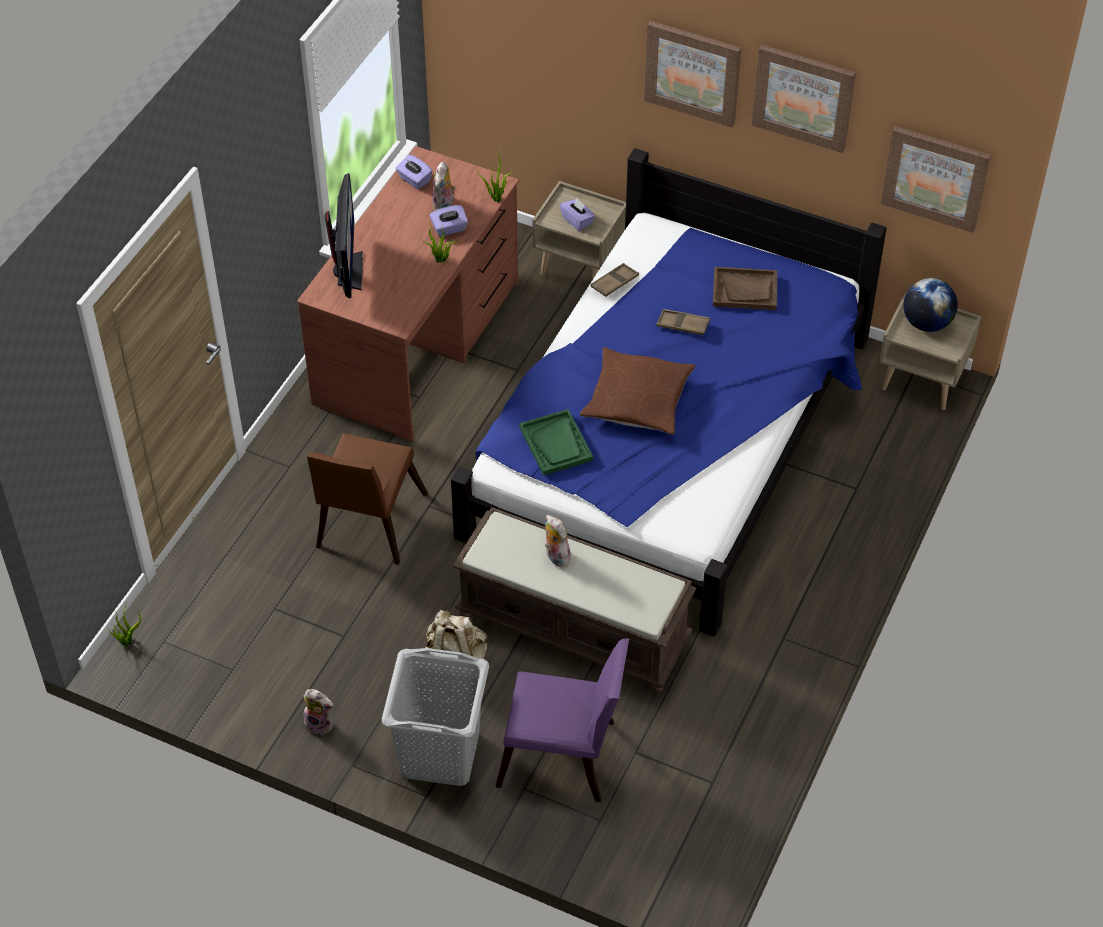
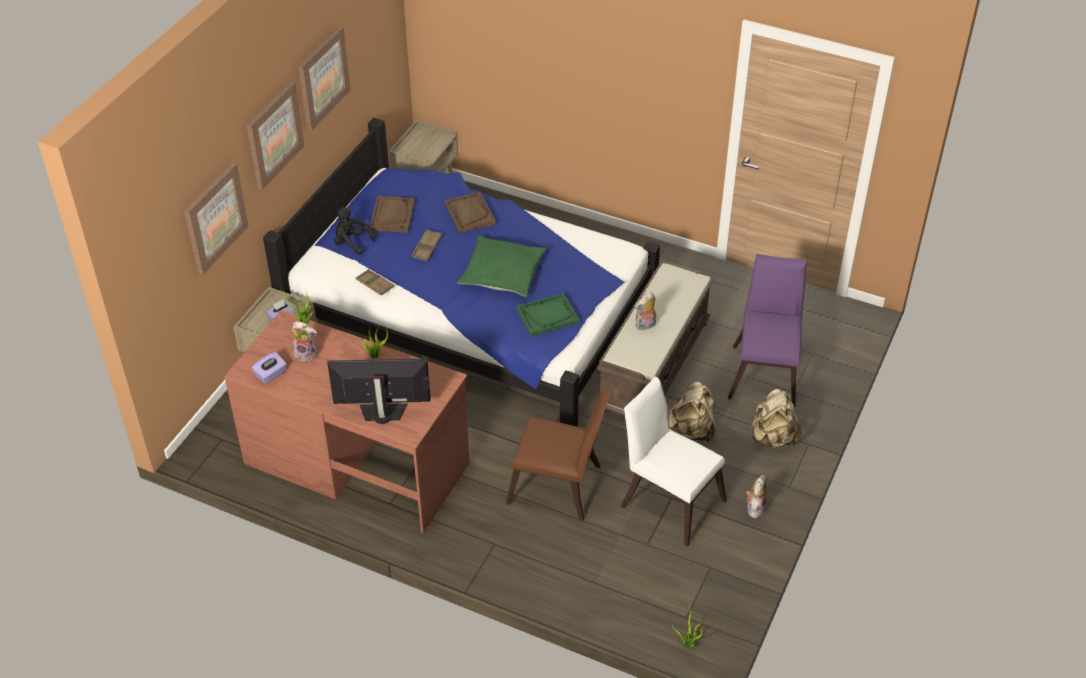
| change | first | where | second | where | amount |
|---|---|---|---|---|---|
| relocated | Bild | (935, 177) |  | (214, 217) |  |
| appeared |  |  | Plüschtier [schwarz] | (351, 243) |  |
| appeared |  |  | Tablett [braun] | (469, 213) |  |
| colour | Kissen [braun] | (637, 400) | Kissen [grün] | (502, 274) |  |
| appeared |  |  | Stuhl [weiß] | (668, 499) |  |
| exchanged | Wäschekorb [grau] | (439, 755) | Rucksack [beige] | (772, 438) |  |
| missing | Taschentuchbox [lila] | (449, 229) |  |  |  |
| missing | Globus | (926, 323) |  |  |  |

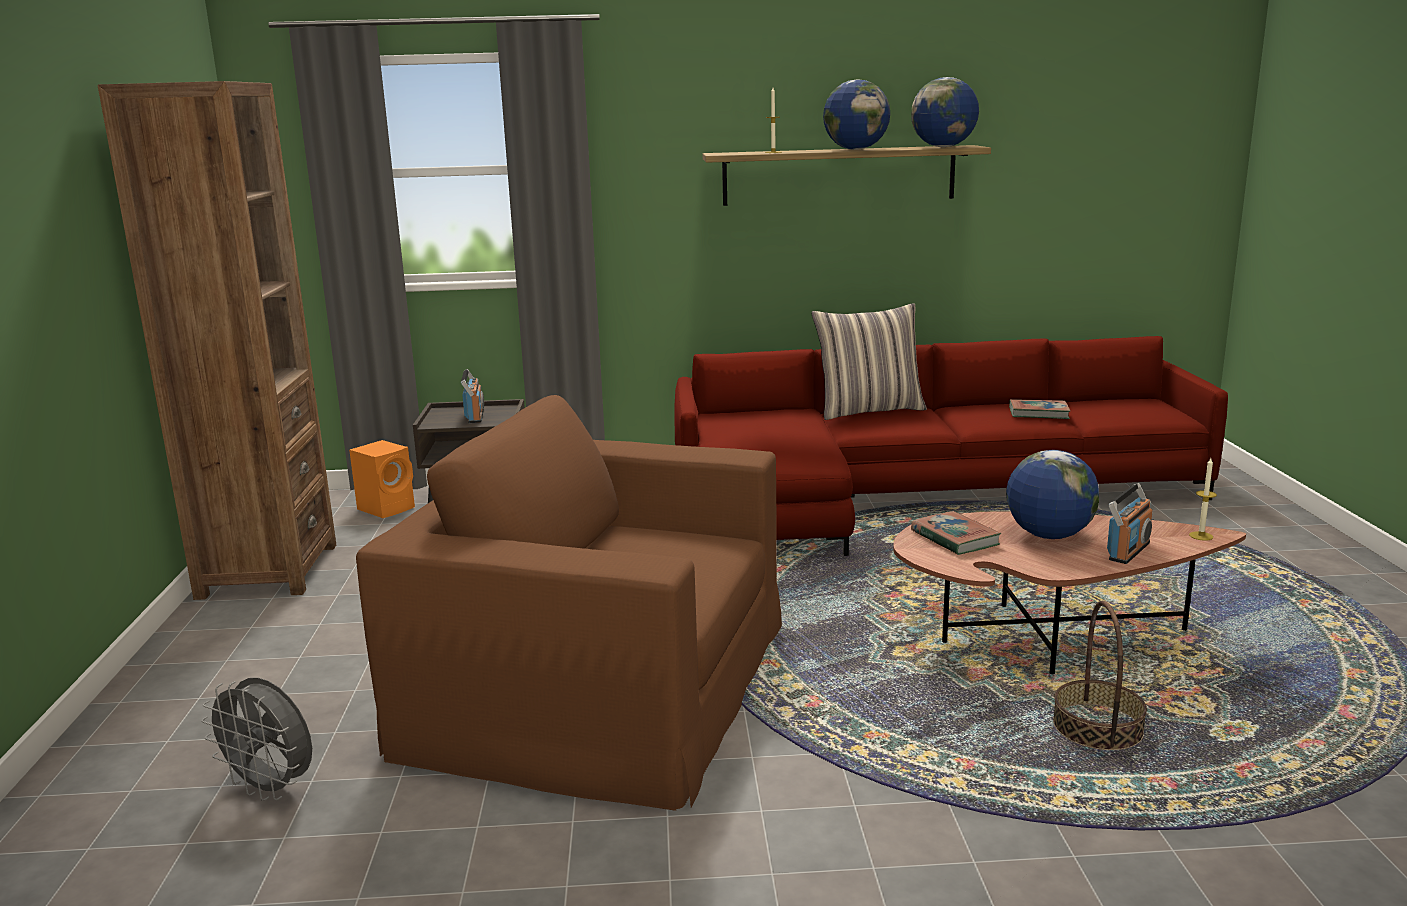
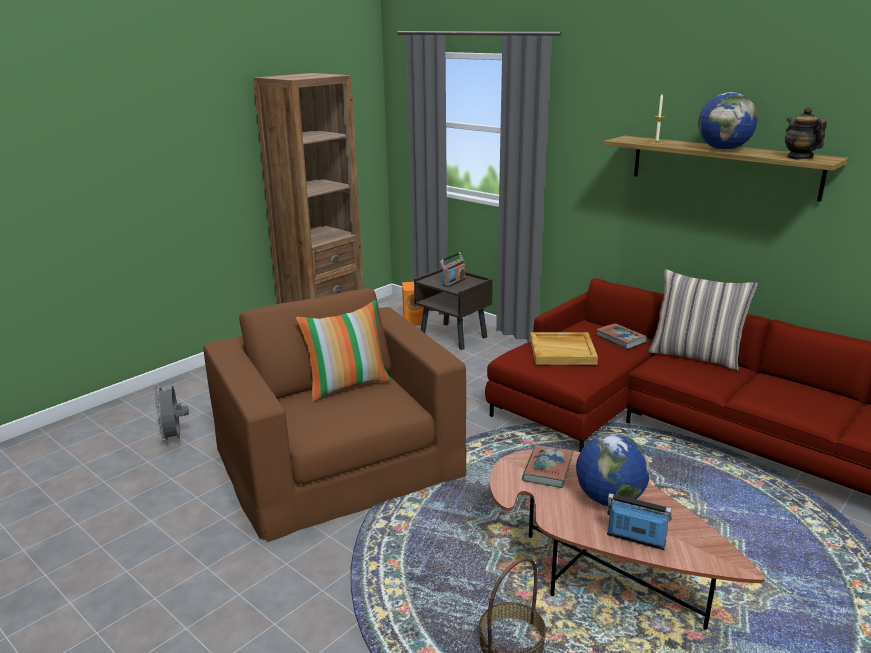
| change | first | where | second | where | amount |
|---|---|---|---|---|---|
| appeared |  |  | Kissen | (347, 385) |  |
| appeared |  |  | Tablett [beige] | (562, 351) |  |
| relocated | Buch | (1038, 413) |  | (621, 339) |  |
| spun | Radio | (1128, 551) |  | (636, 539) | 150 degrees counterclockwise |
| exchanged | Globus | (943, 147) | Teekanne | (799, 157) |  |
| missing | Kerze | (1201, 536) |  |  |  |

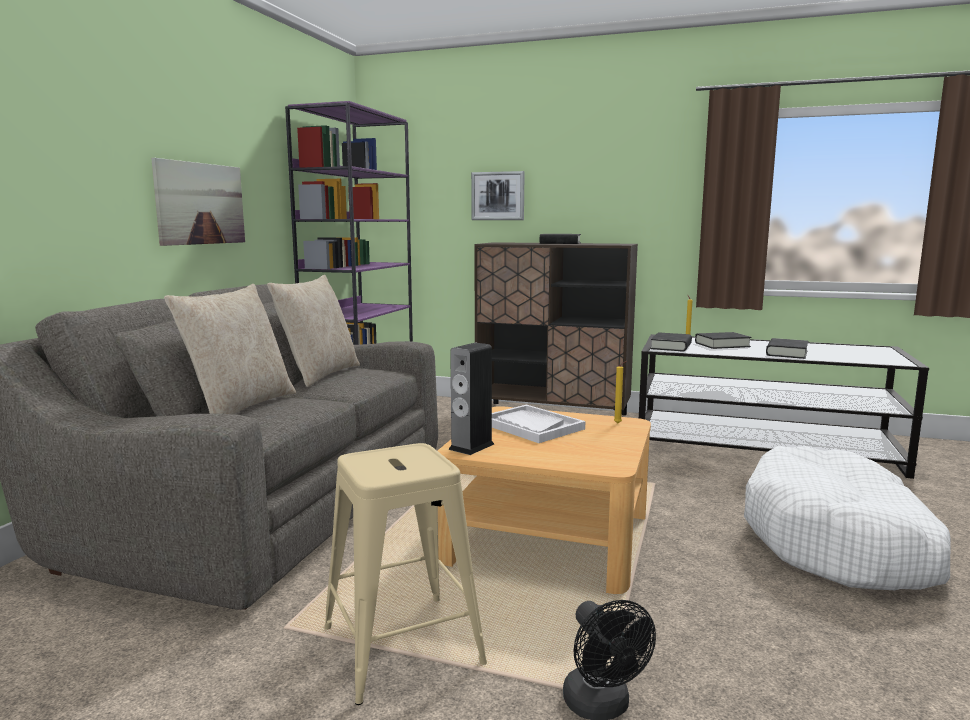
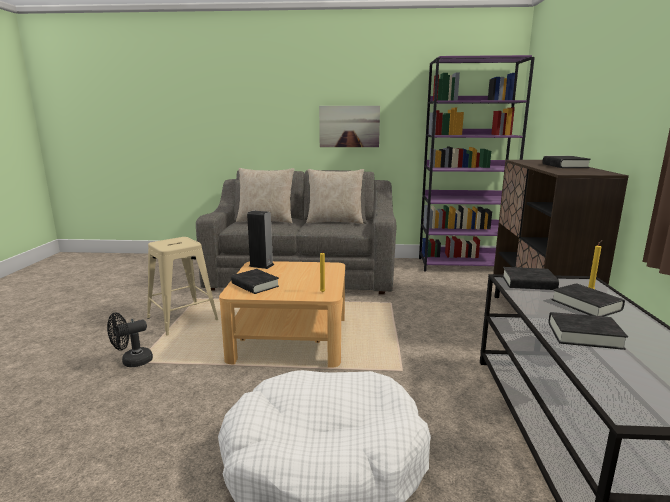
| change | first | where | second | where | amount |
|---|---|---|---|---|---|
| appeared |  |  | Buch [schwarz] | (255, 285) |  |
| missing | Bild | (498, 196) |  |  |  |
| missing | Tablett [weiß] | (531, 426) |  |  |  |

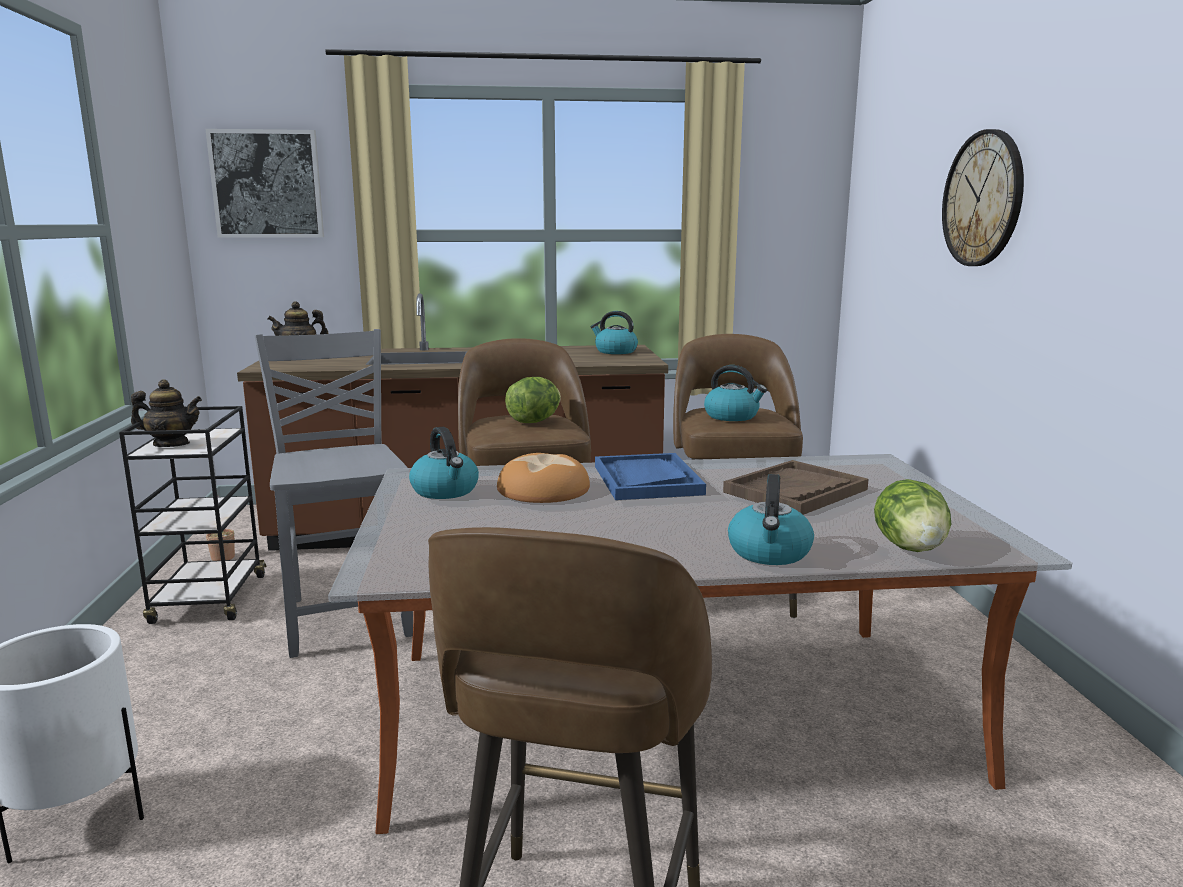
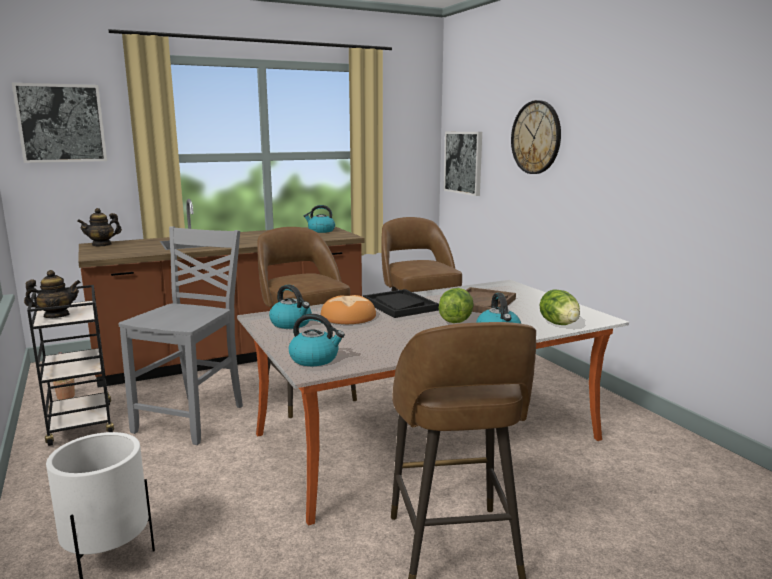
| change | first | where | second | where | amount |
|---|---|---|---|---|---|
| spun | Stuhl [grau] | (348, 616) |  | (193, 418) | 60 degrees clockwise |
| relocated | Wasserkessel | (732, 416) |  | (315, 359) |  |
| colour | Tablett [blau] | (646, 480) | Tablett [schwarz] | (399, 305) |  |
| relocated | Salatkopf | (534, 421) |  | (455, 320) |  |
| appeared |  |  | Bild | (463, 162) |  |

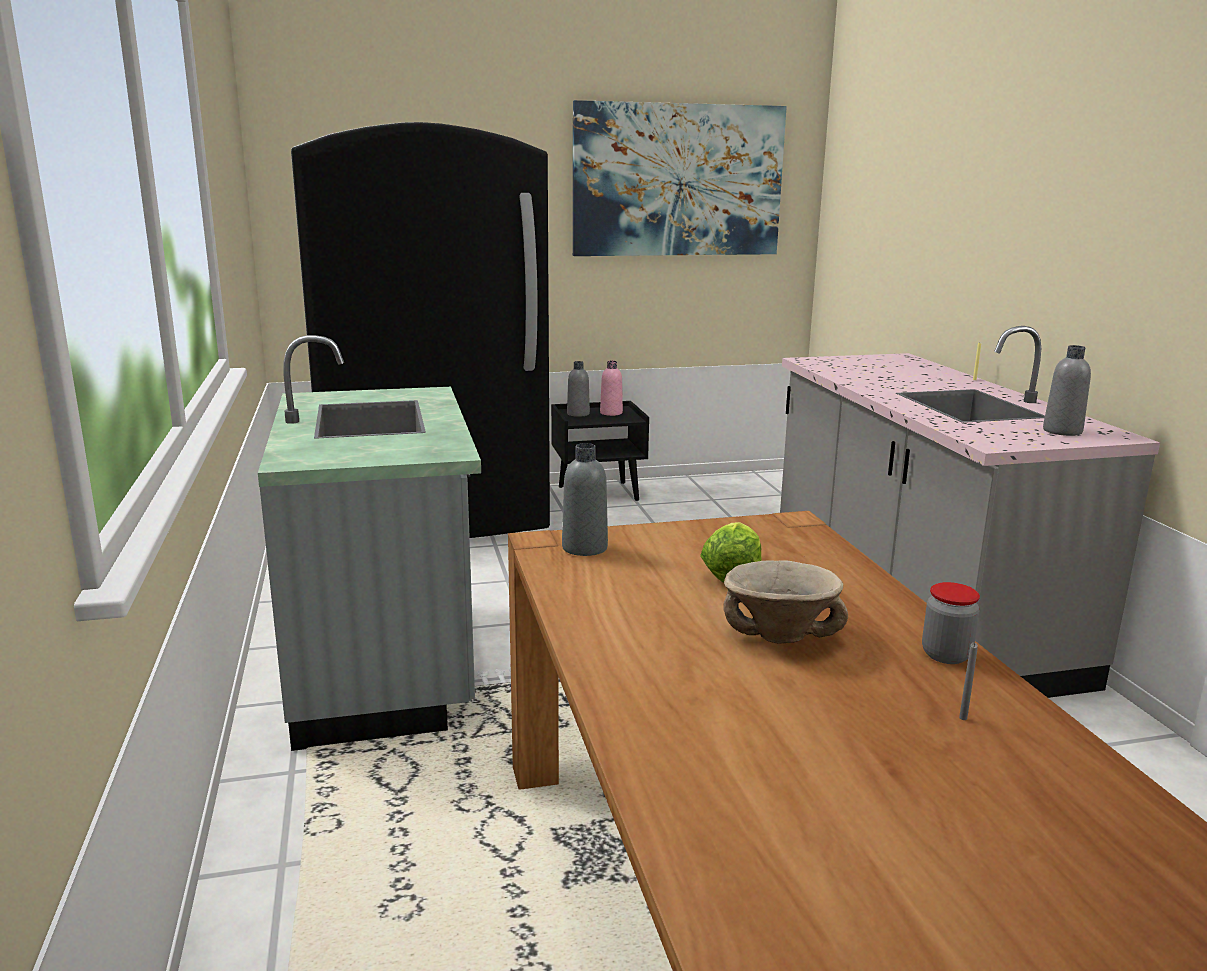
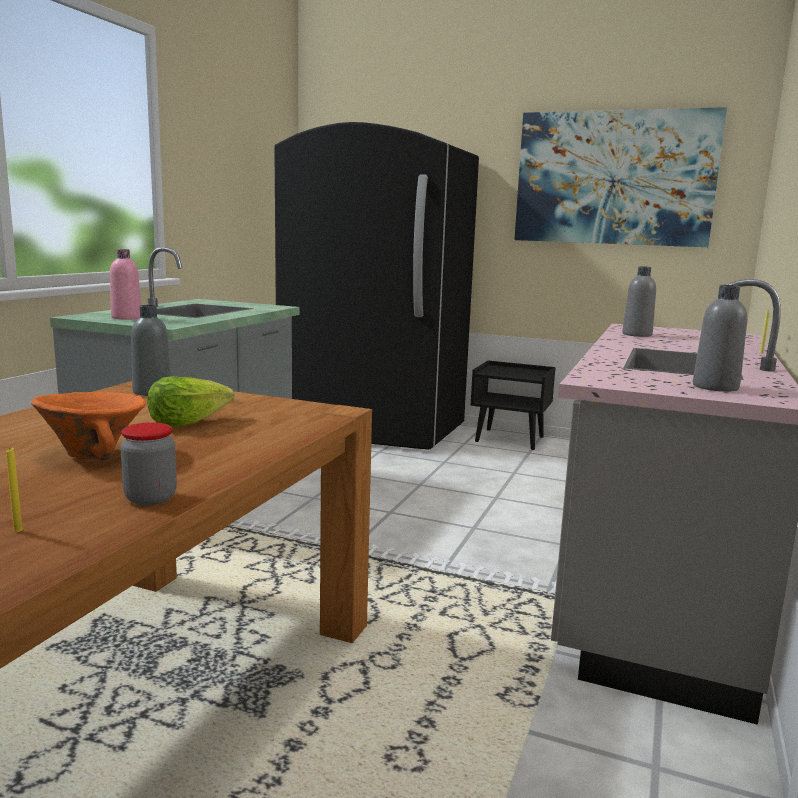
| change | first | where | second | where | amount |
|---|---|---|---|---|---|
| colour | Kerze [grau] | (963, 718) | Kerze [gelb] | (18, 530) |  |
| colour | Schüssel [beige] | (779, 634) | Schüssel [orange] | (95, 454) |  |
| relocated | Flasche [rosa] | (611, 413) |  | (126, 318) |  |
| relocated | Flasche [grau] | (578, 414) |  | (637, 334) |  |

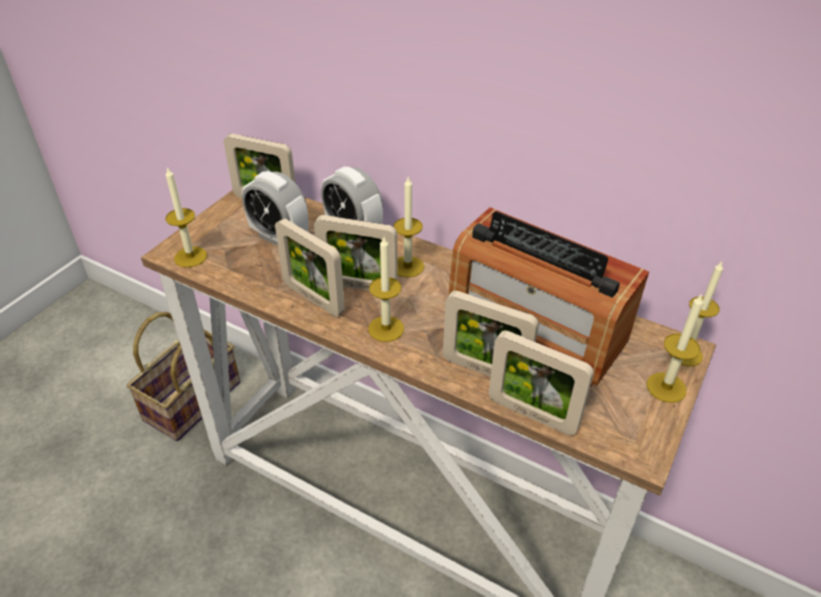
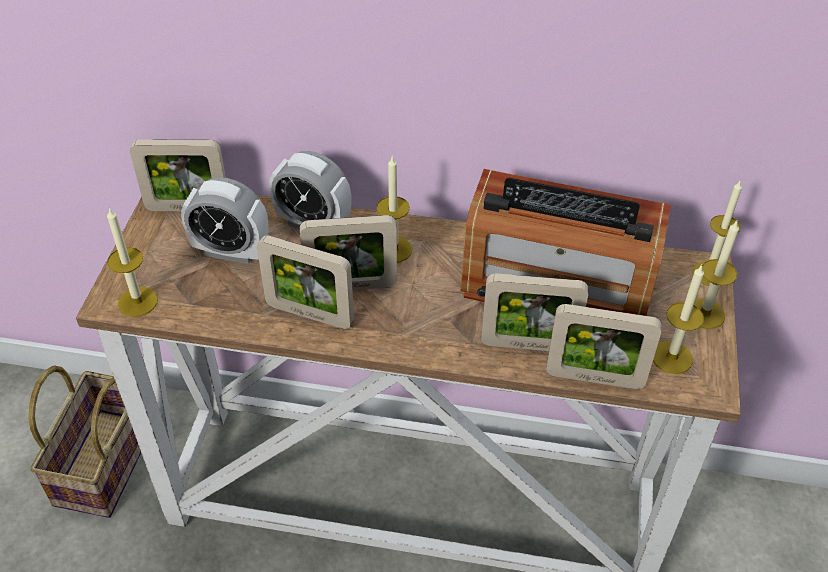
| change | first | where | second | where | amount |
|---|---|---|---|---|---|
| relocated | Kerze | (386, 328) |  | (671, 357) |  |

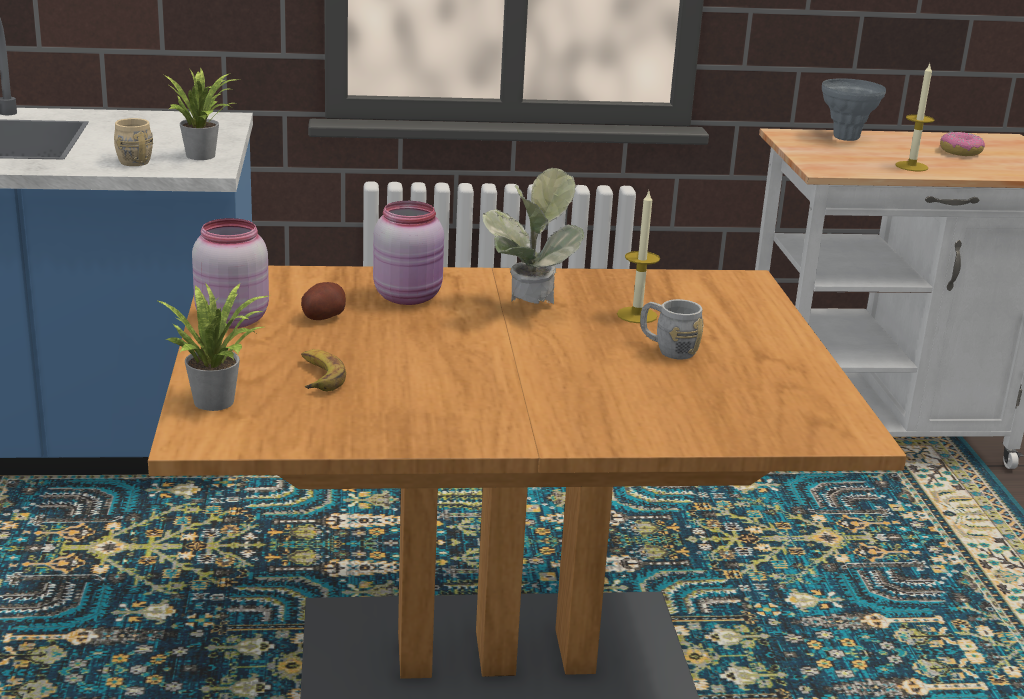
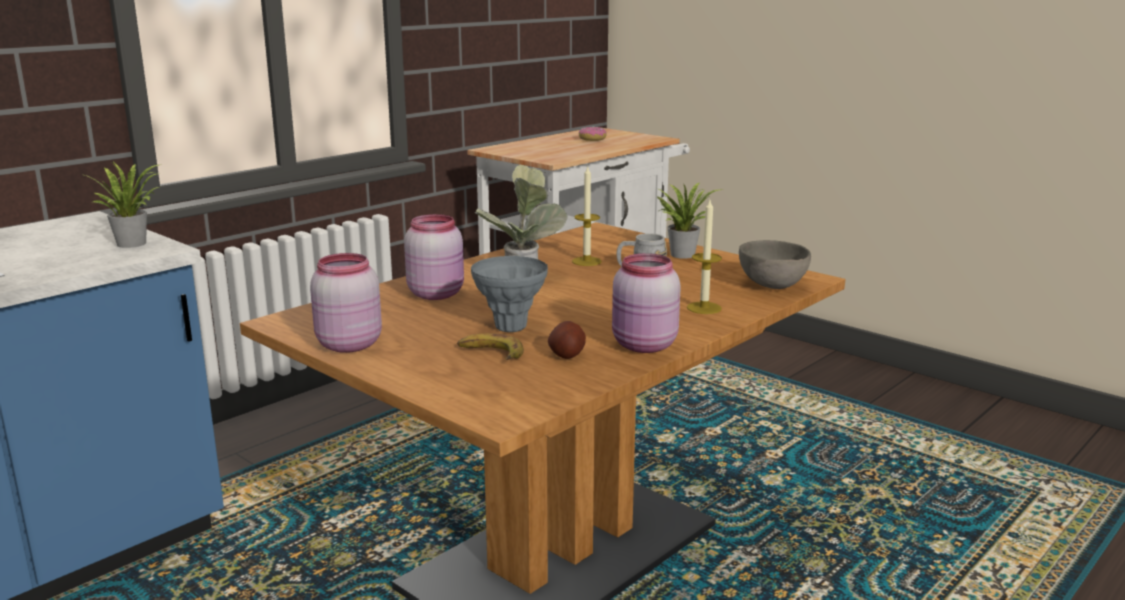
| change | first | where | second | where | amount |
|---|---|---|---|---|---|
| relocated | Vase [grau] | (846, 138) |  | (510, 328) |  |
| relocated | Kartoffel | (323, 316) |  | (566, 354) |  |
| appeared |  |  | Vorratsglas [rosa] | (643, 346) |  |
| relocated | Topfpflanze | (218, 400) |  | (681, 254) |  |
| relocated | Kerze | (911, 166) |  | (704, 308) |  |
| appeared |  |  | Schüssel [grau] | (771, 285) |  |
| missing | Henkelbecher [beige] | (130, 160) |  |  |  |

